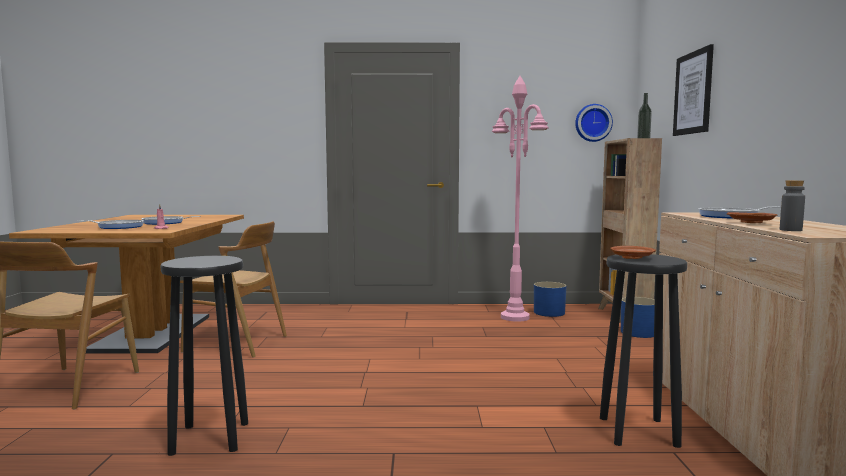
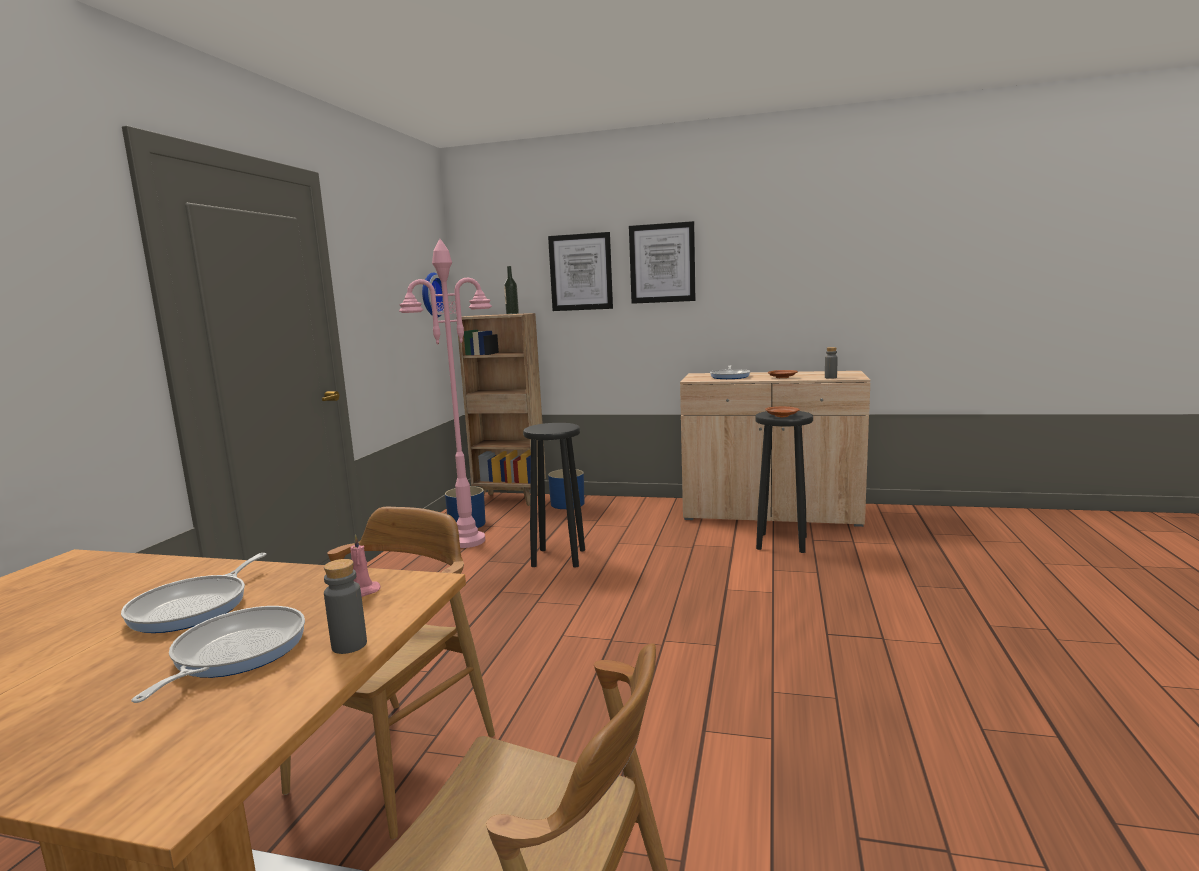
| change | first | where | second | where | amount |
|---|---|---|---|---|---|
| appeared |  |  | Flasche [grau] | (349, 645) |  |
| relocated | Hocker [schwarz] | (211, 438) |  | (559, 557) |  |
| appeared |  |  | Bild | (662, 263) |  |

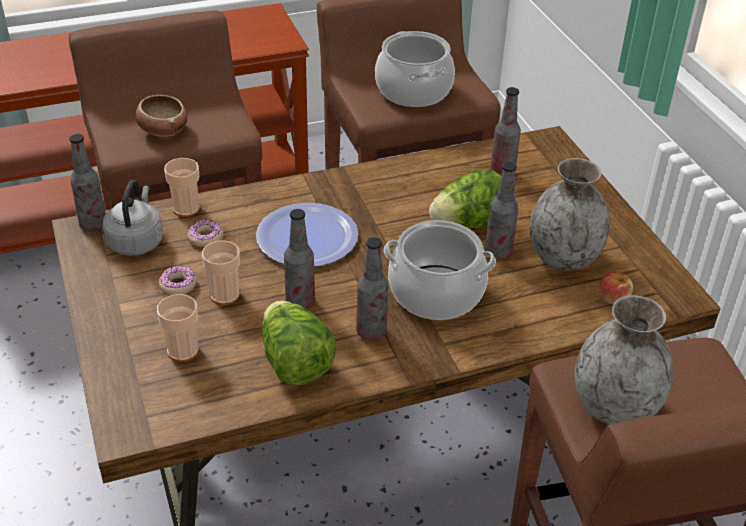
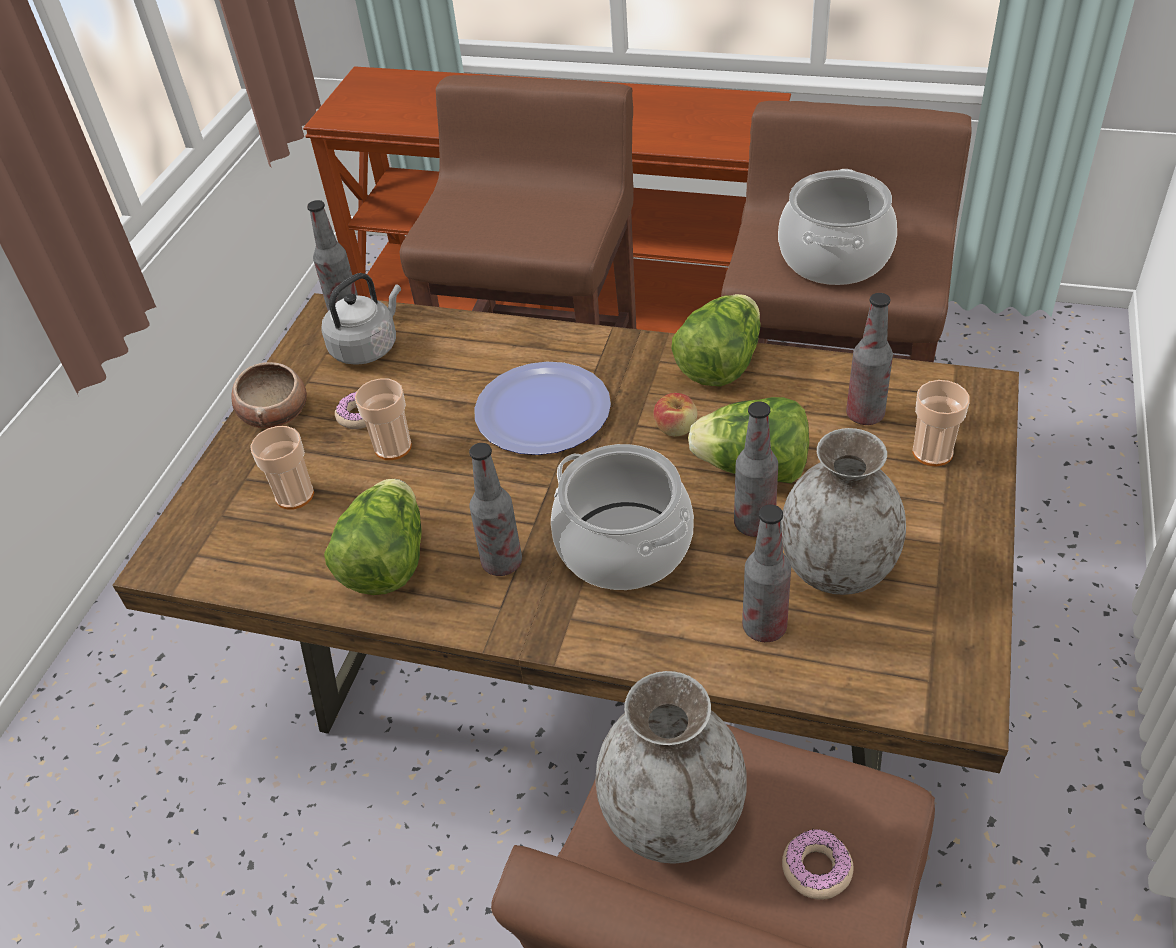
| change | first | where | second | where | amount |
|---|---|---|---|---|---|
| relocated | Schüssel | (163, 130) |  | (275, 413) |  |
| relocated | Apfel | (613, 298) |  | (676, 428) |  |
| appeared |  |  | Salatkopf | (720, 364) |  |
| relocated | Flasche | (300, 302) |  | (764, 627) |  |
| relocated | Donut | (205, 238) |  | (816, 869) |  |
| relocated | Tasse | (186, 209) |  | (932, 452) |  |

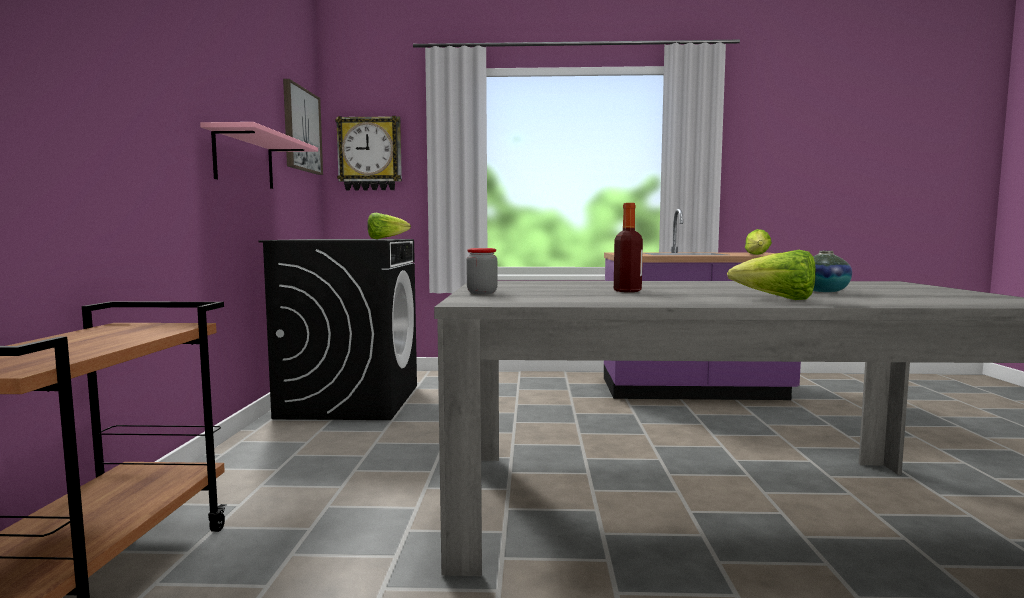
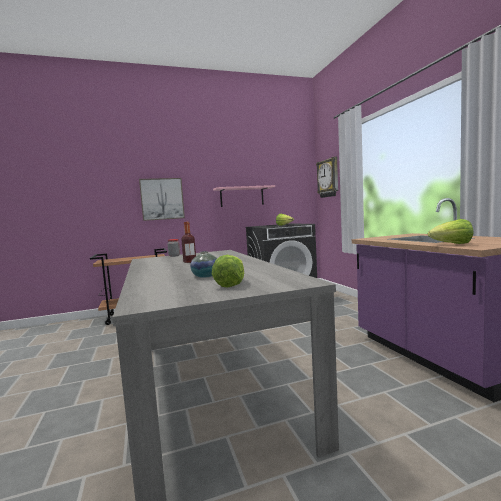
| change | first | where | second | where | amount |
|---|---|---|---|---|---|
| relocated | Bild | (301, 130) |  | (162, 199) |  |
| relocated | Salatkopf | (777, 299) |  | (231, 284) |  |

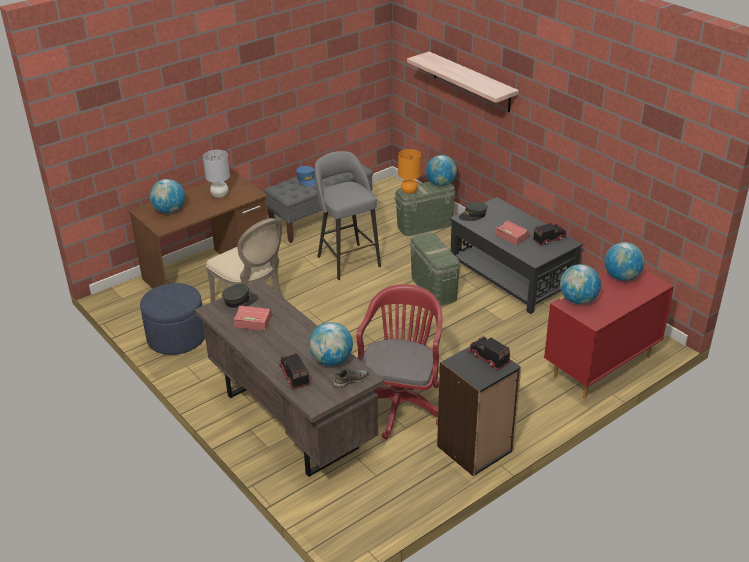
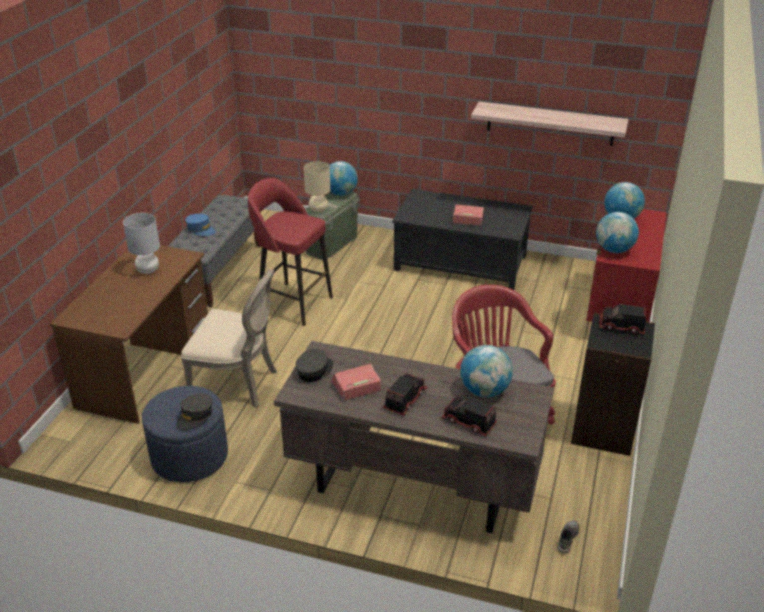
| change | first | where | second | where | amount |
|---|---|---|---|---|---|
| relocated | Kappe [grau] | (473, 215) |  | (195, 417) |  |
| colour | Hocker [grau] | (348, 260) | Hocker [rot] | (293, 303) |  |
| colour | Tischlampe [orange] | (409, 191) | Tischlampe [beige] | (318, 210) |  |
| relocated | Spielzeuglaster | (549, 239) |  | (404, 399) |  |
| relocated | Wandregal | (471, 82) |  | (550, 123) |  |
| relocated | Schuh [grau] | (351, 380) |  | (567, 538) |  |
| missing | Globus | (169, 211) |  |  |  |
| missing | Aufbewahrungsbox [grün] | (434, 288) |  |  |  |

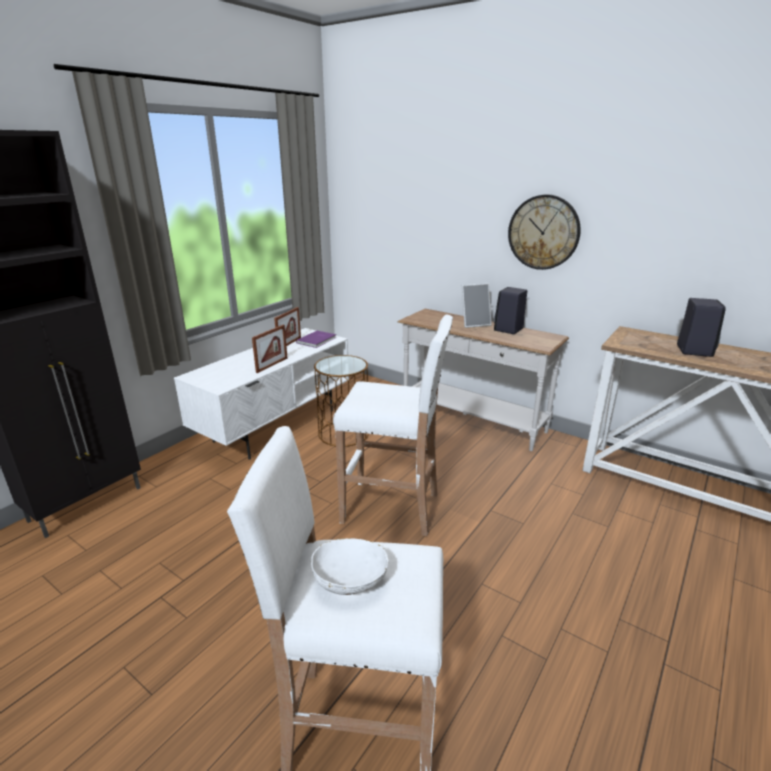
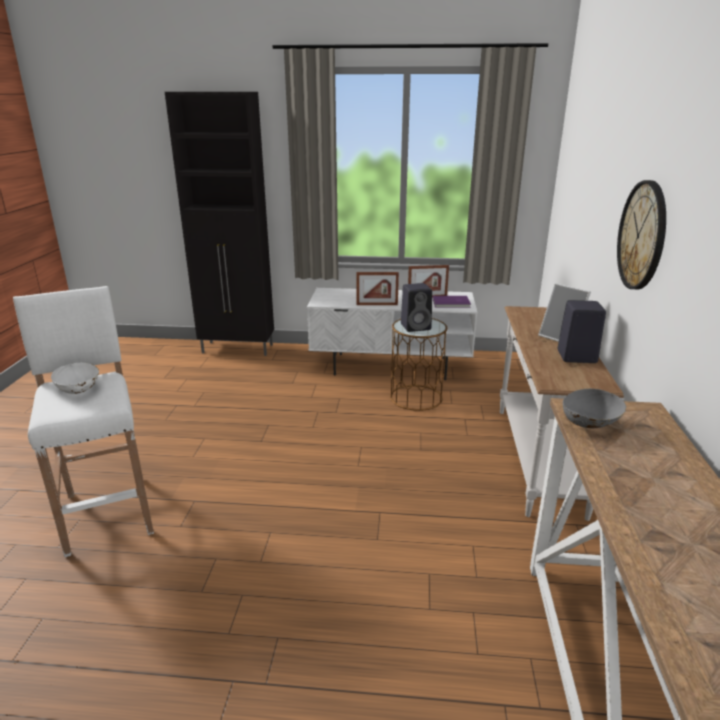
| change | first | where | second | where | amount |
|---|---|---|---|---|---|
| relocated | Lautsprecher [schwarz] | (693, 350) |  | (416, 327) |  |
| appeared |  |  | Schüssel [grau] | (590, 424) |  |
| missing | Hocker [weiß] | (393, 508) |  |  |  |

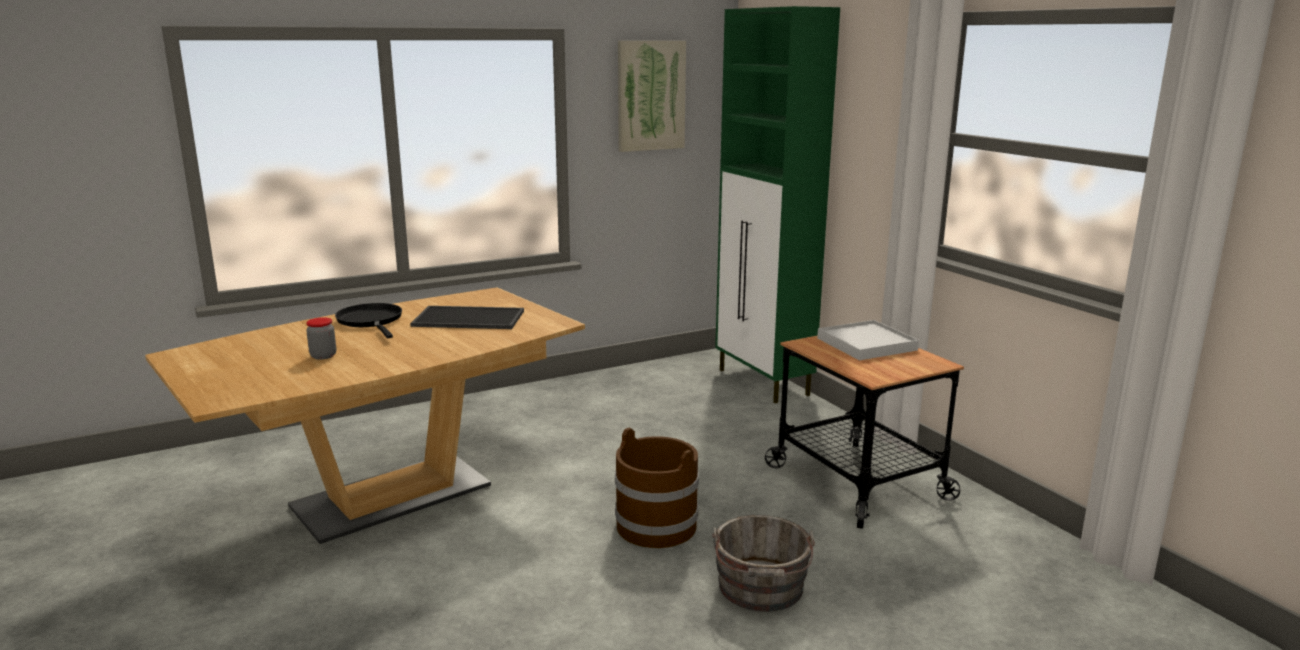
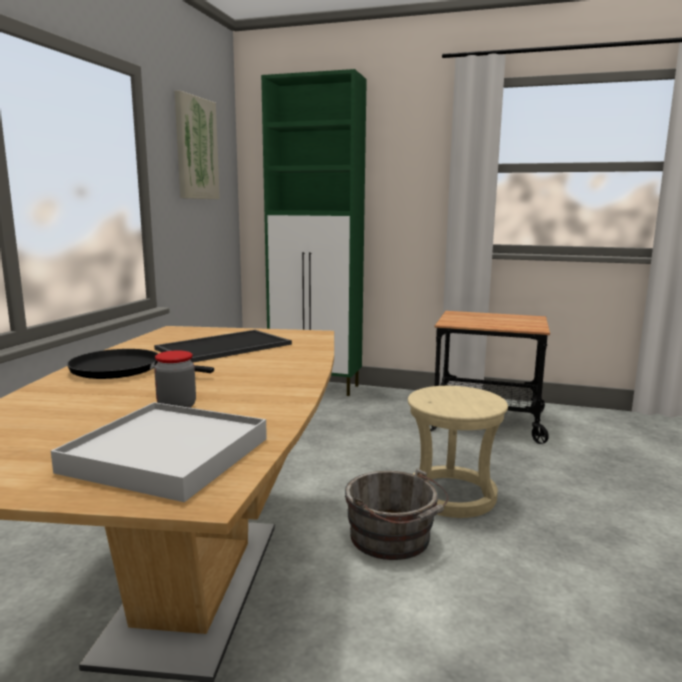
| change | first | where | second | where | amount |
|---|---|---|---|---|---|
| relocated | Tablett [weiß] | (866, 344) |  | (167, 455) |  |
| relocated | Eimer [grau] | (761, 589) |  | (393, 539) |  |
| exchanged | Eimer [braun] | (657, 526) | Hocker [beige] | (451, 495) |  |

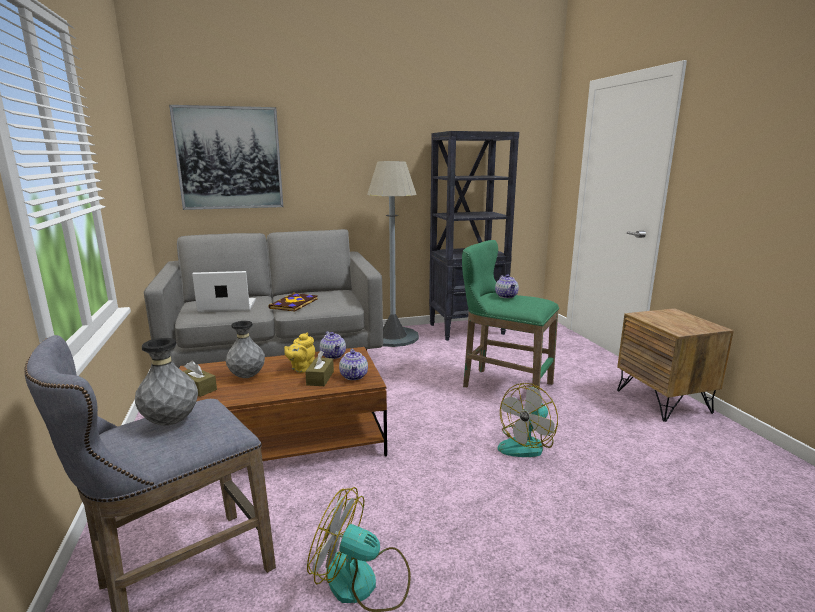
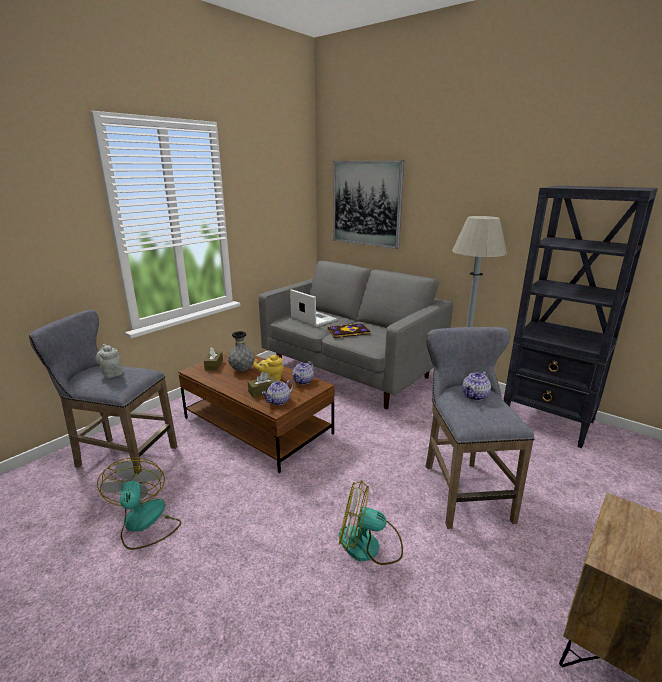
| change | first | where | second | where | amount |
|---|---|---|---|---|---|
| exchanged | Vase [grau] | (171, 422) | Teekanne [grau] | (112, 373) |  |
| colour | Hocker [grün] | (502, 385) | Hocker [grau] | (462, 488) |  |

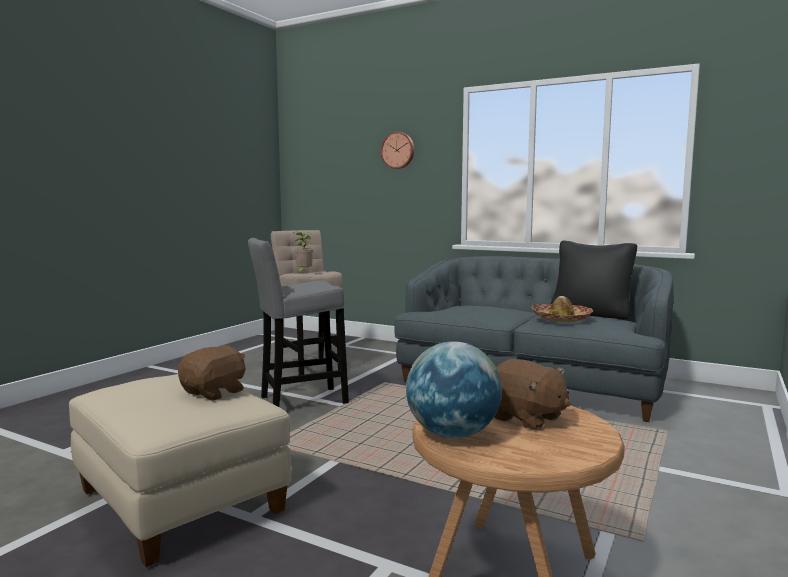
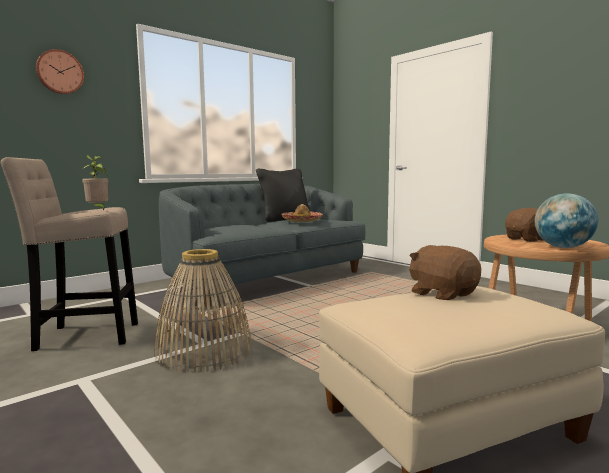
| change | first | where | second | where | amount |
|---|---|---|---|---|---|
| exchanged | Hocker [grau] | (298, 401) | Korb | (204, 351) |  |

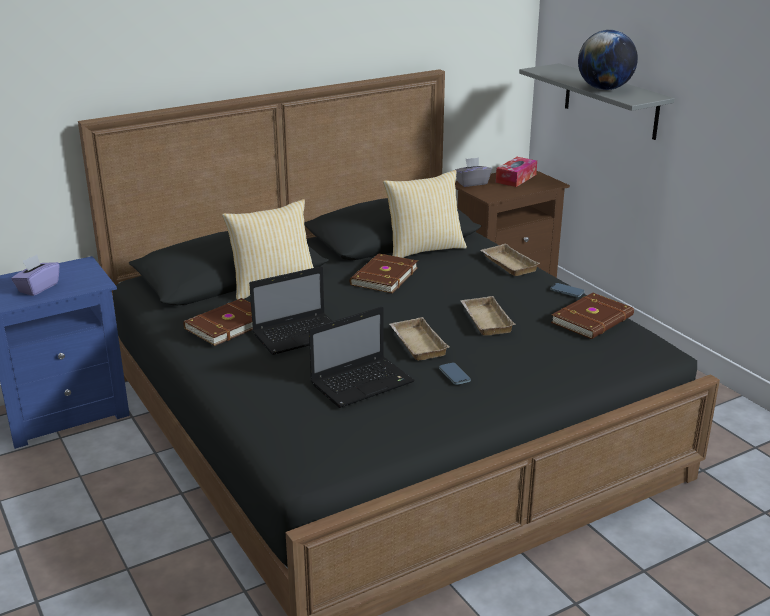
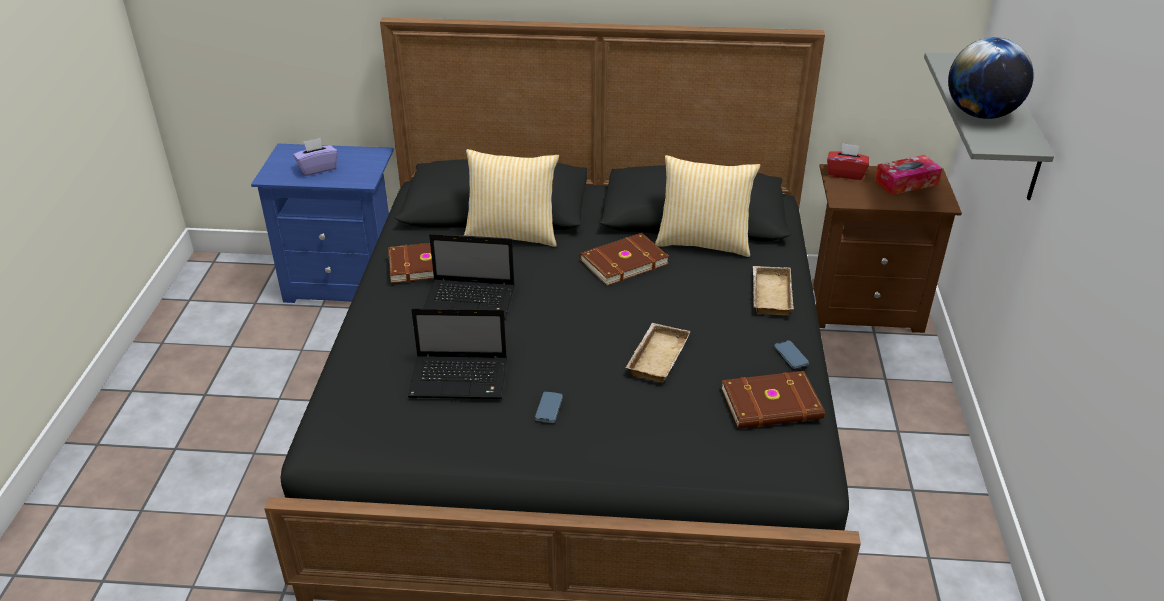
| change | first | where | second | where | amount |
|---|---|---|---|---|---|
| colour | Taschentuchbox [grau] | (472, 183) | Taschentuchbox [rot] | (845, 173) |  |
| missing | Tablett [beige] | (416, 343) |  |  |  |

